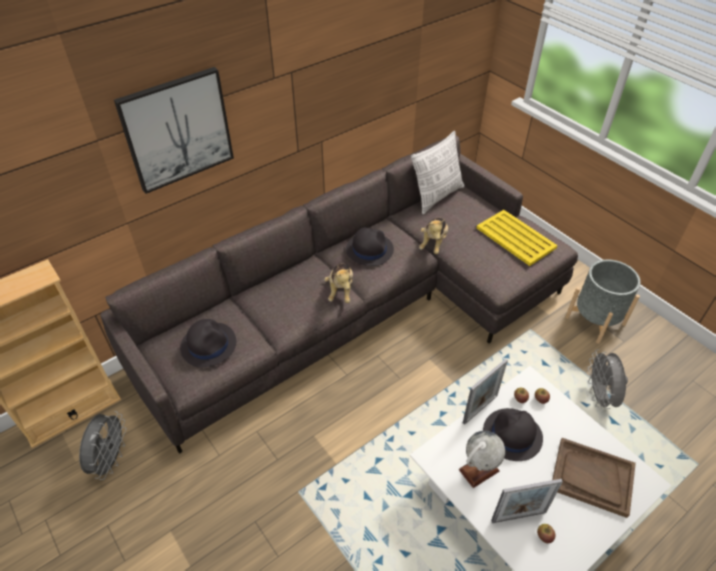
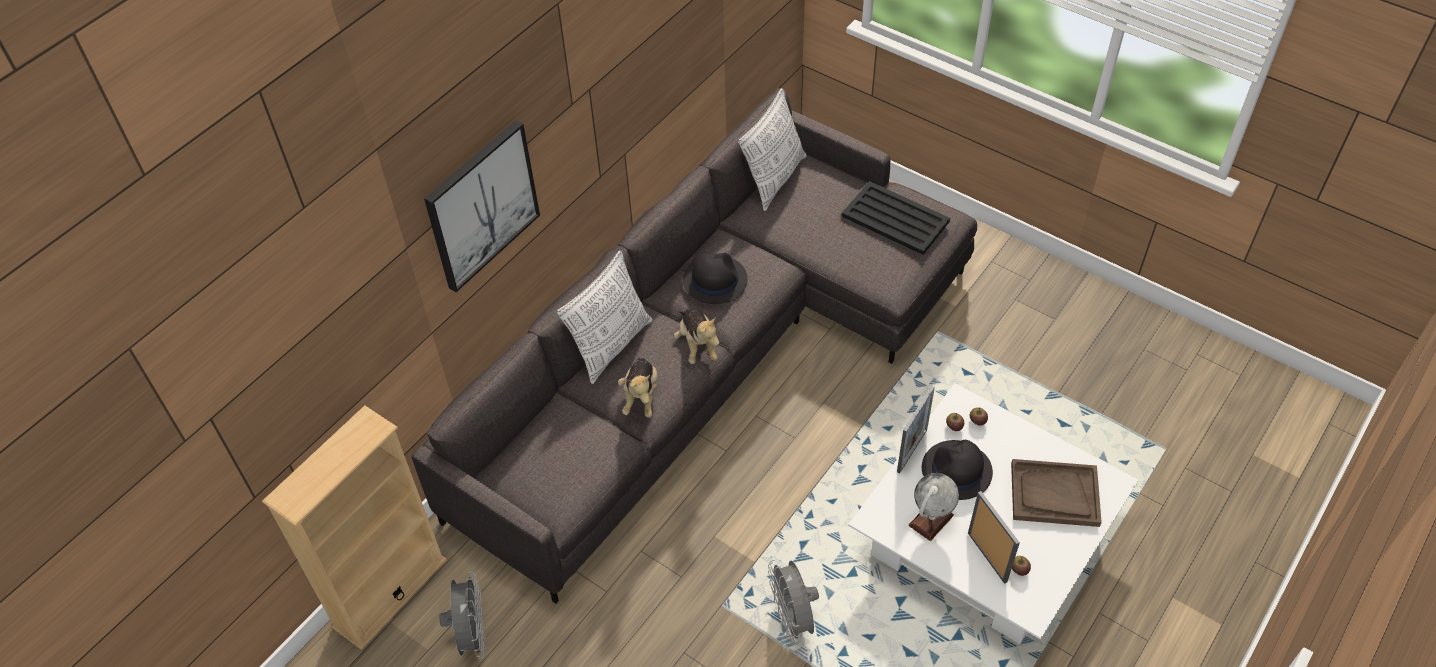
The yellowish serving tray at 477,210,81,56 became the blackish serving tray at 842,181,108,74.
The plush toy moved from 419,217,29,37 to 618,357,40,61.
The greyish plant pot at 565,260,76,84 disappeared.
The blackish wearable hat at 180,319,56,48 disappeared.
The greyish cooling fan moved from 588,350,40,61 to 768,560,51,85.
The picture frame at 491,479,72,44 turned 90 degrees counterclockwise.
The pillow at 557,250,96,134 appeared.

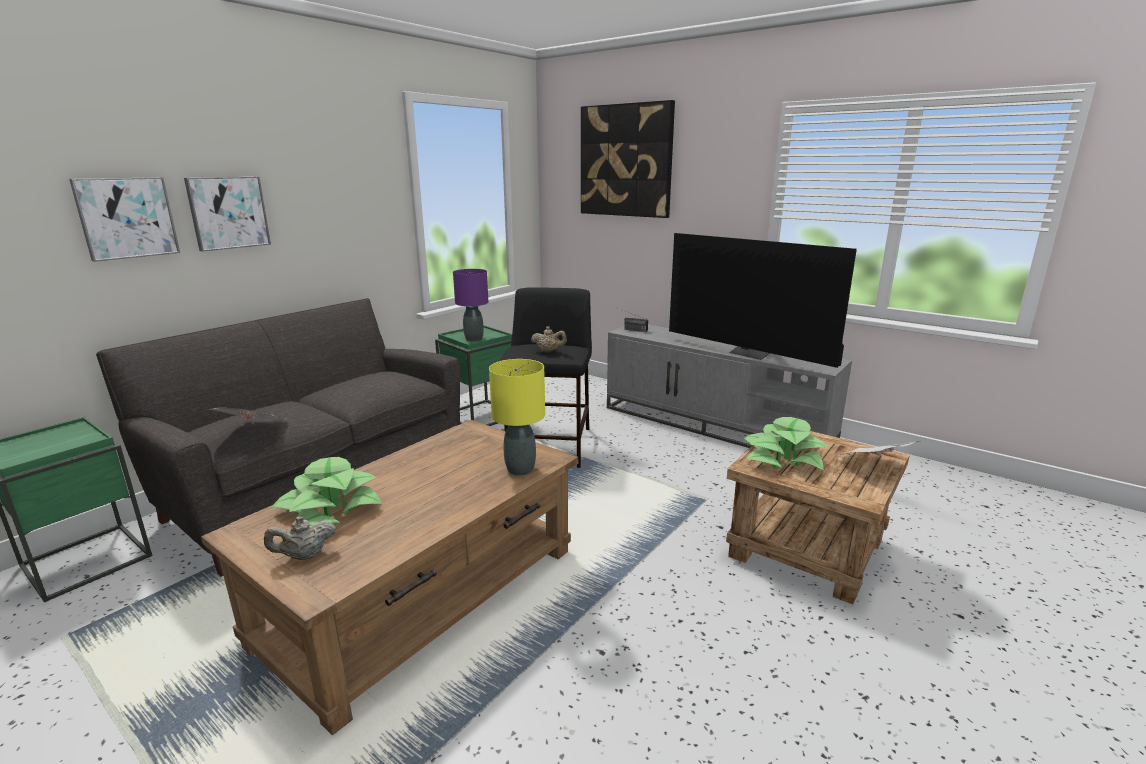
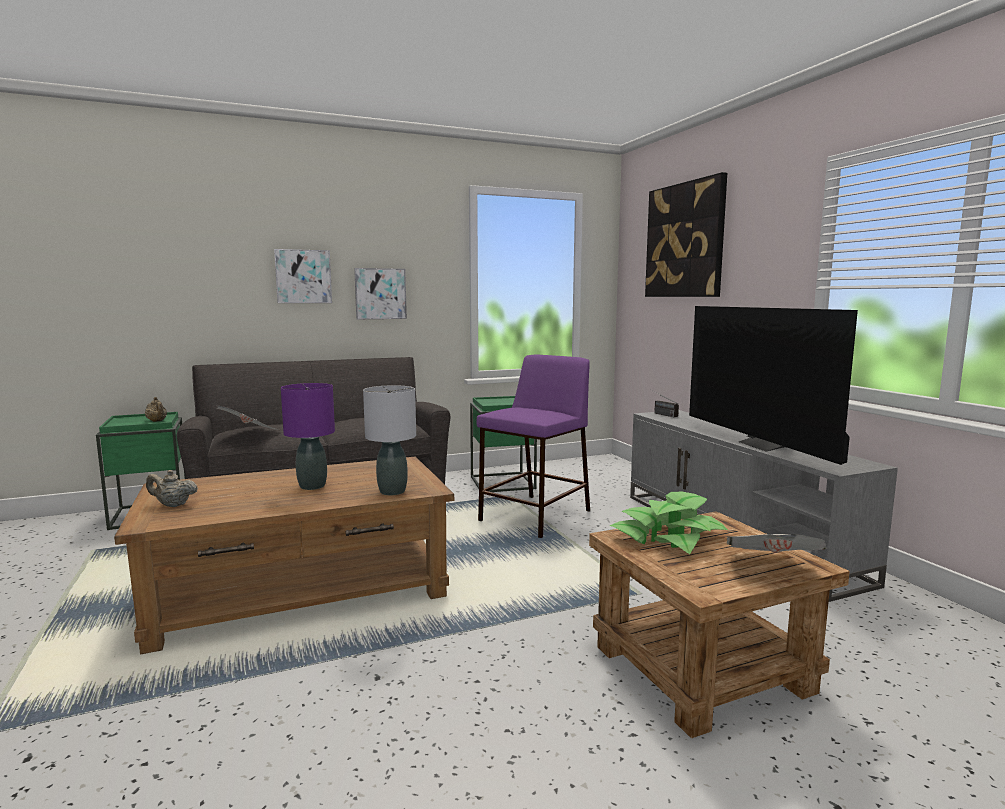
The wall art moved from 69,177,111,85 to 354,268,53,51.
The purplish table lamp moved from 453,269,35,72 to 281,383,54,107.
The blackish stool at 499,287,93,181 became the purplish stool at 477,354,113,184.
The beige tea pot moved from 531,326,36,26 to 145,397,22,25.
The yellowish table lamp at 489,359,56,117 became the greyish table lamp at 363,385,53,110.
The potted plant at 271,457,111,68 disappeared.

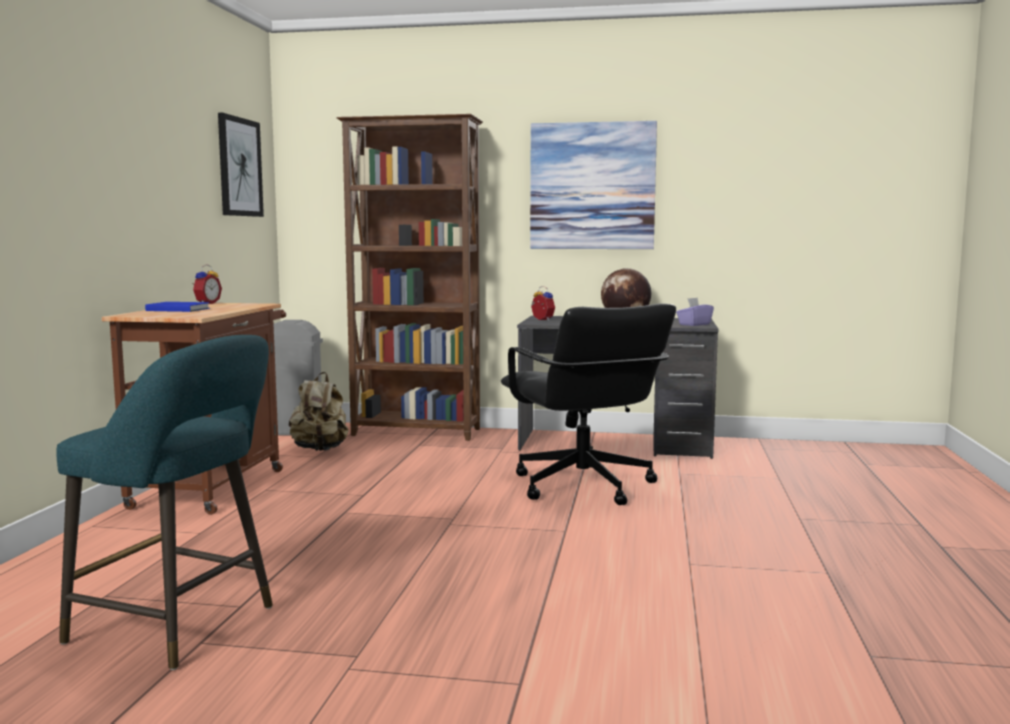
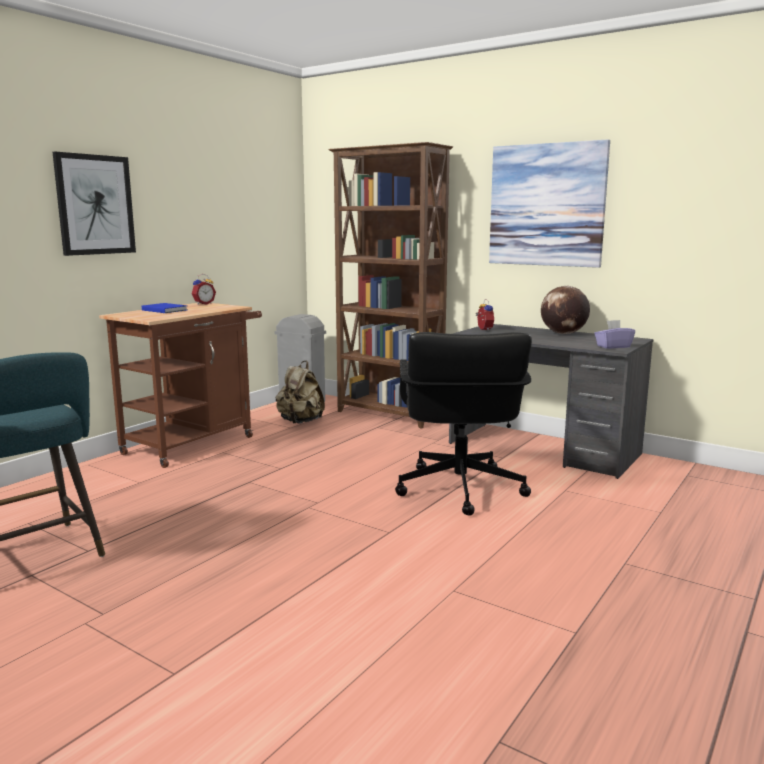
The wall art moved from 218,113,46,104 to 52,152,84,104.

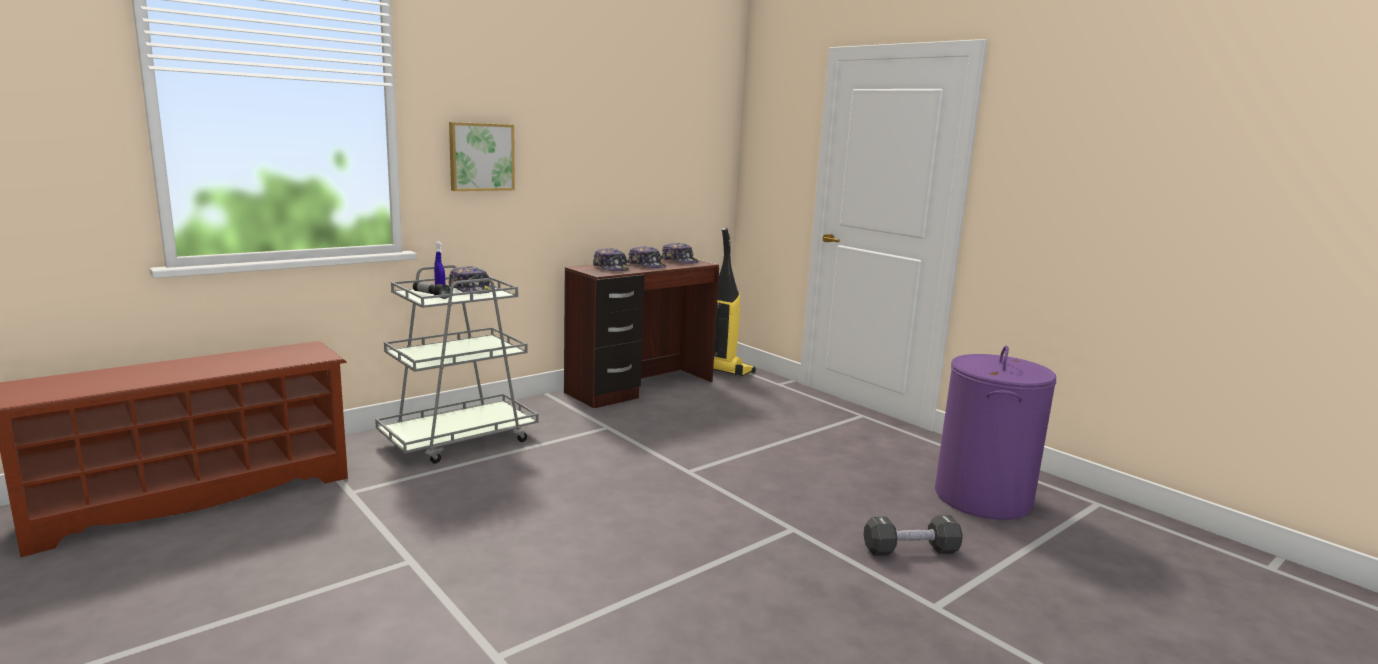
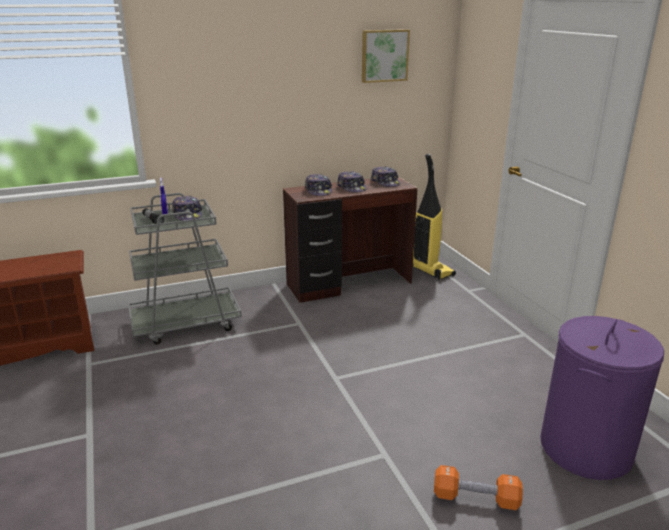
The wall art moved from 449,122,66,69 to 362,29,48,54.
The blackish free weight at 863,515,100,41 became the orangey free weight at 434,465,89,45.

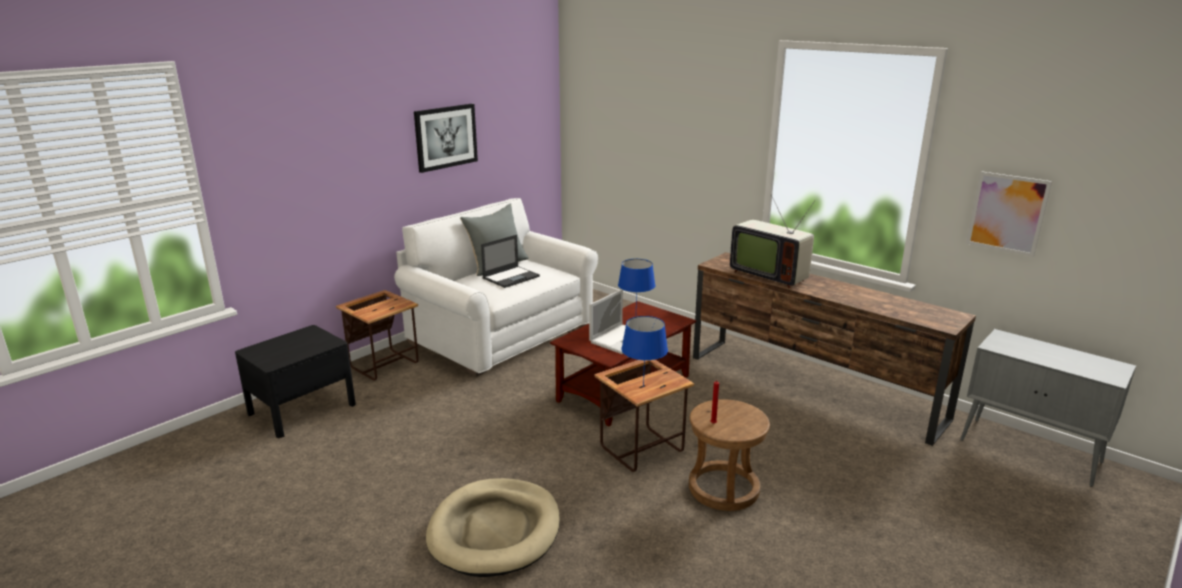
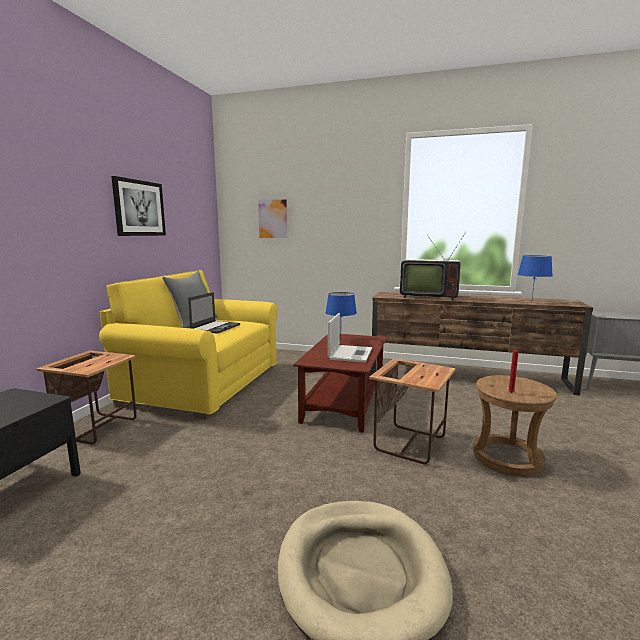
The wall art moved from 966,171,86,86 to 256,197,33,43.
The white-coloured settee at 394,198,204,179 became the yellowish settee at 99,270,179,149.
The blue table lamp moved from 621,316,47,71 to 518,255,35,48.

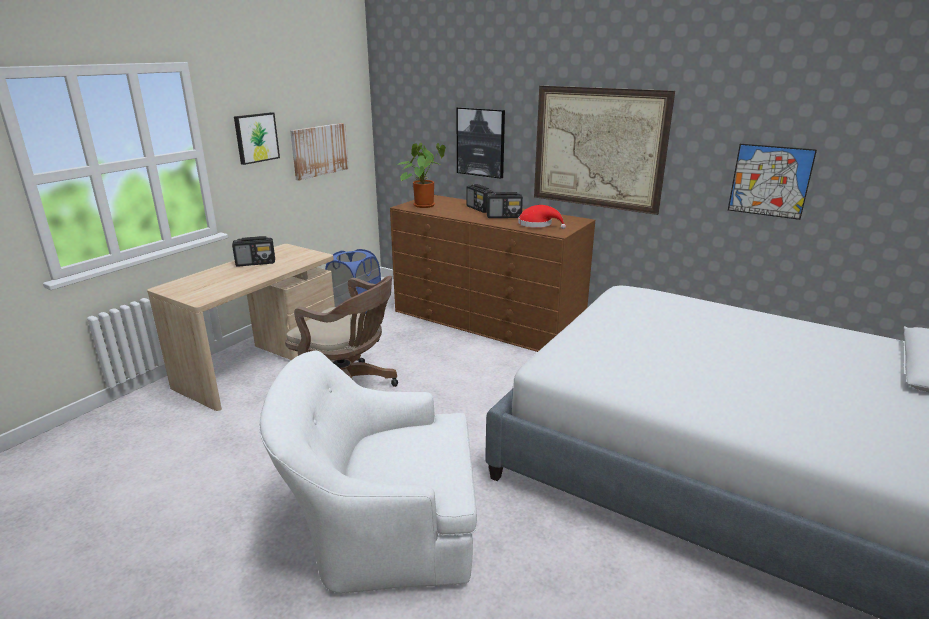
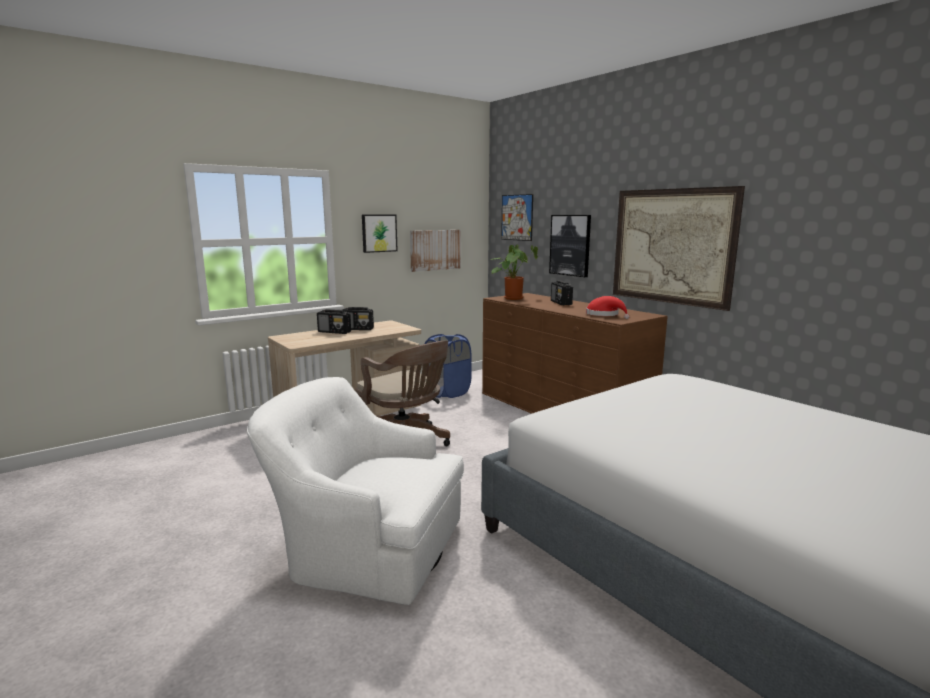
The wall art moved from 728,144,89,76 to 501,194,32,47.
The radio moved from 487,192,36,26 to 317,309,34,25.

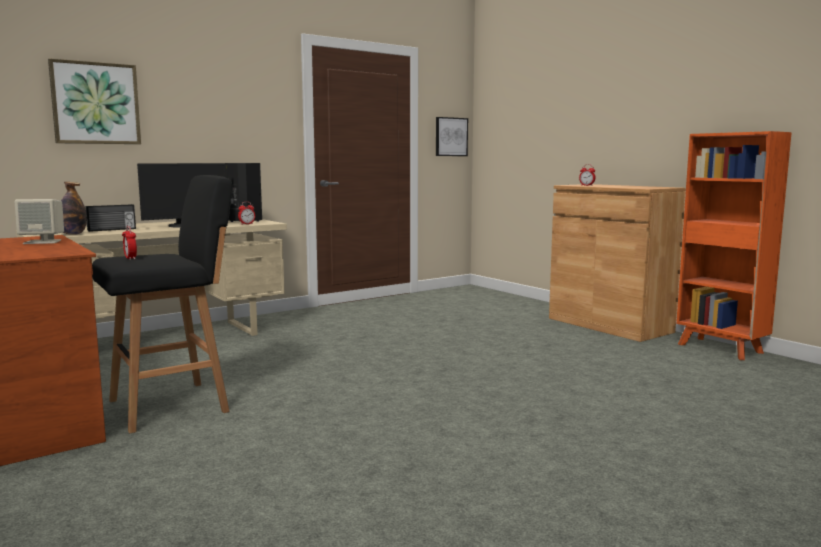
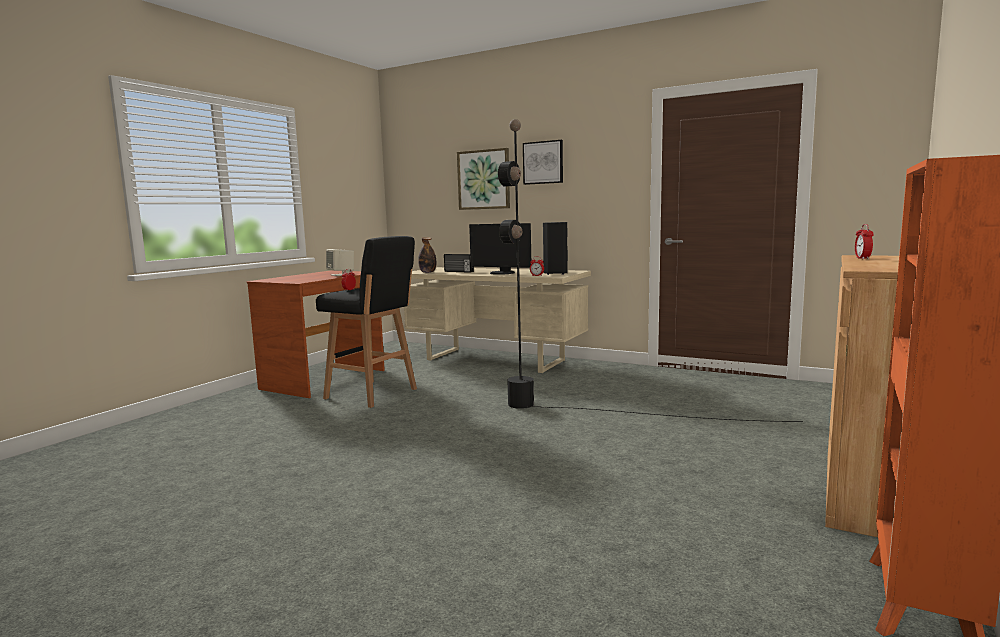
The wall art moved from 436,117,32,39 to 523,140,40,45.
The blackish floor lamp at 498,119,305,303 appeared.

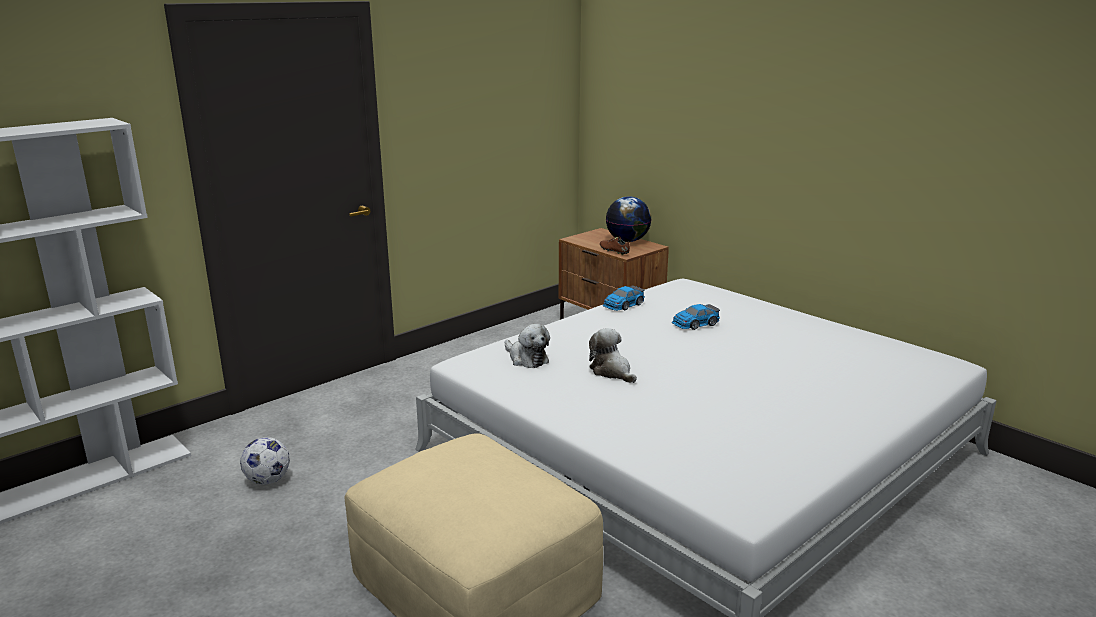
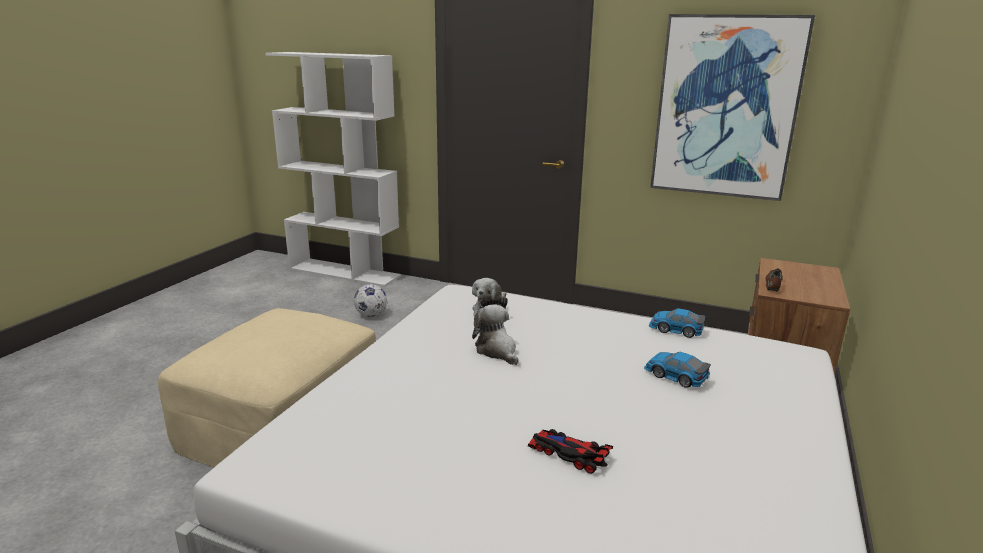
The globe at 606,196,46,46 disappeared.
The plush toy at 589,328,48,55 turned 60 degrees counterclockwise.
The wall art at 650,14,165,187 appeared.
The miniature car at 528,429,85,45 appeared.

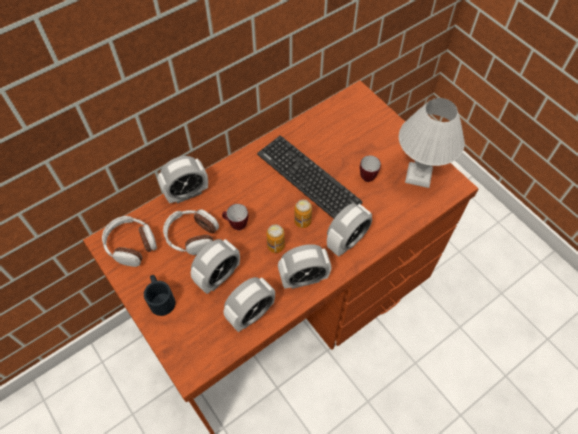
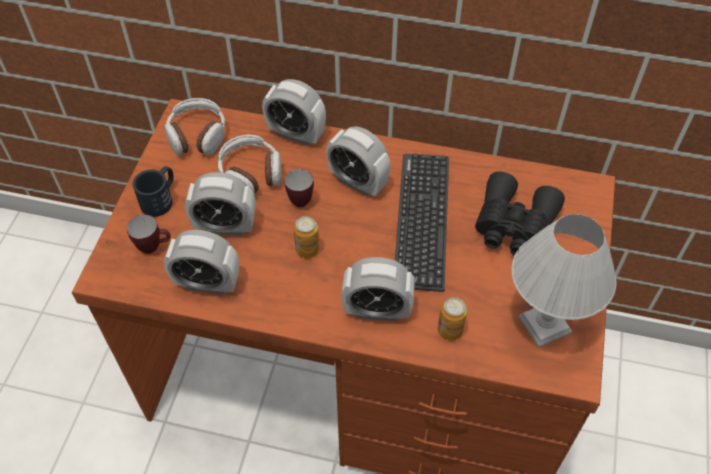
The mug moved from 360,155,21,27 to 127,215,43,39.
The metal can moved from 294,199,18,29 to 438,297,29,43.
The table clock moved from 278,244,54,45 to 326,126,64,71.
The blackish pair of binoculars at 475,171,90,85 appeared.

